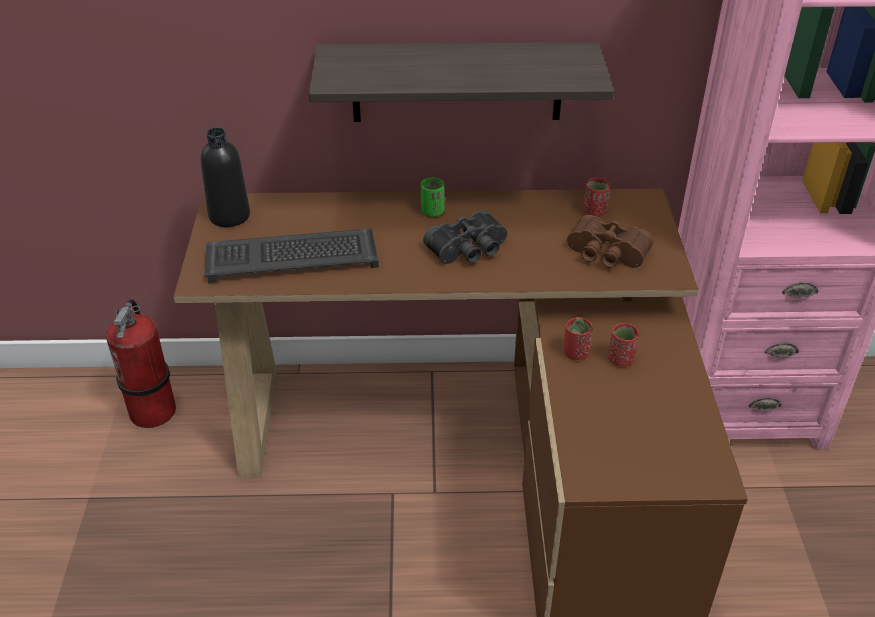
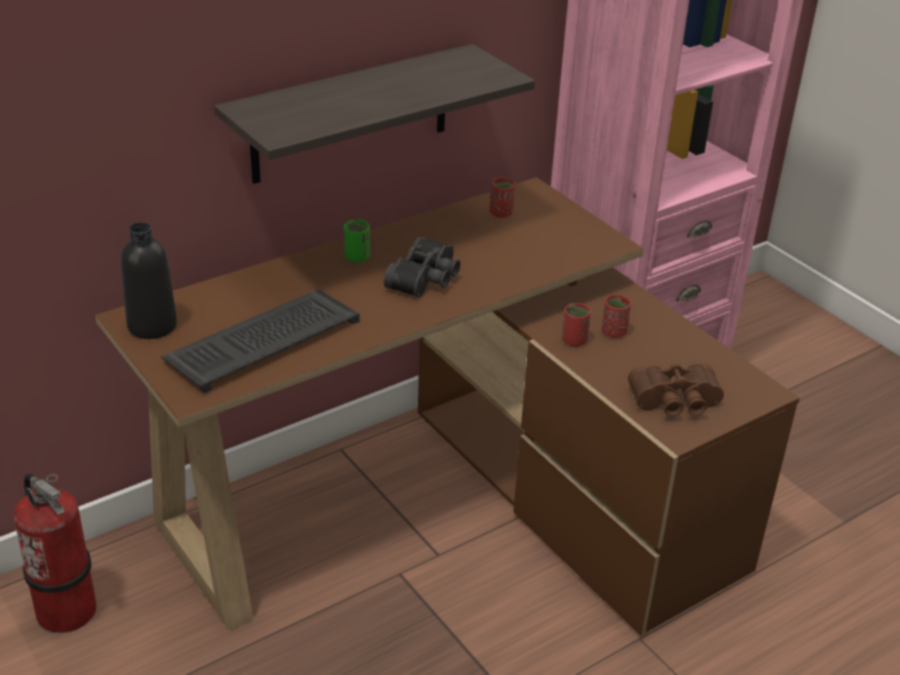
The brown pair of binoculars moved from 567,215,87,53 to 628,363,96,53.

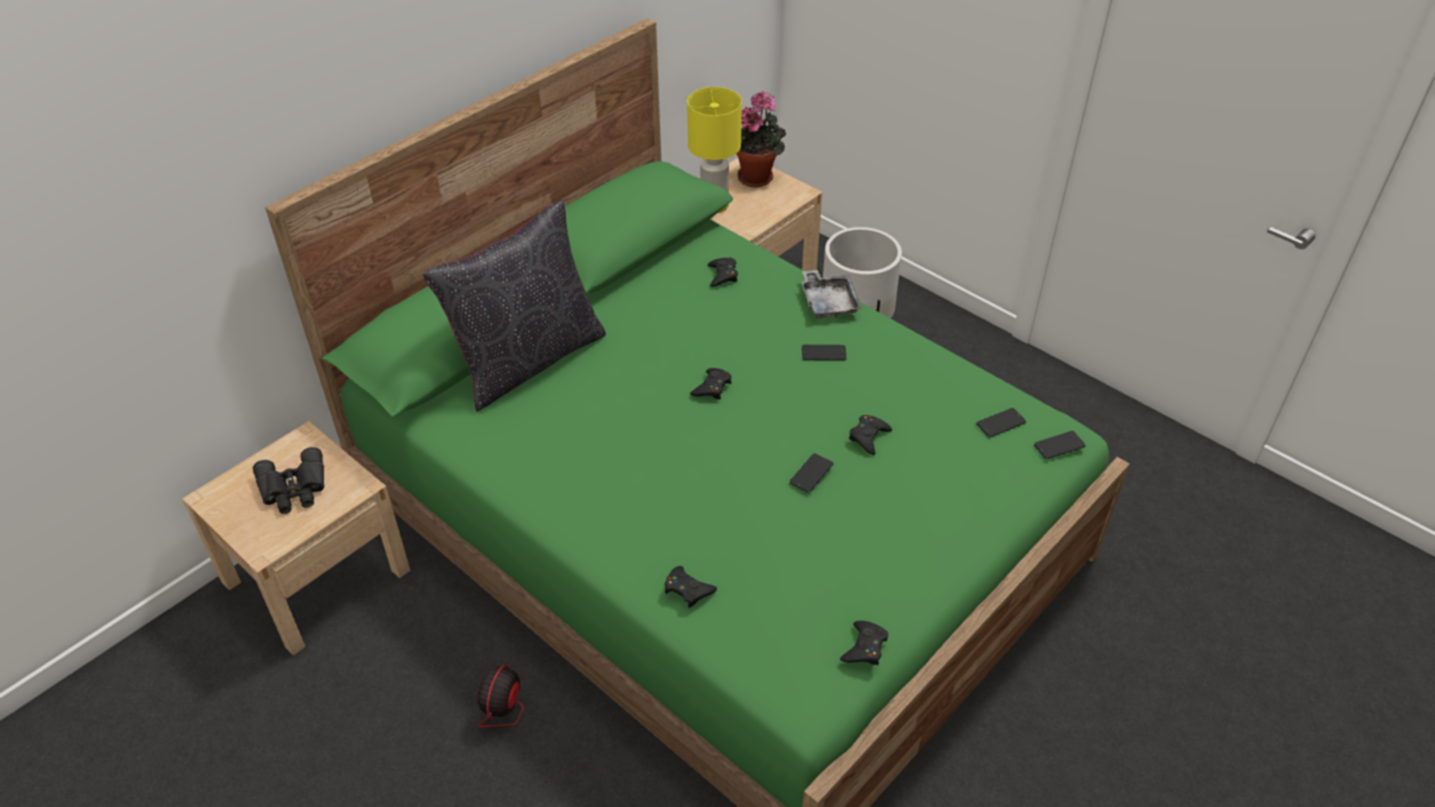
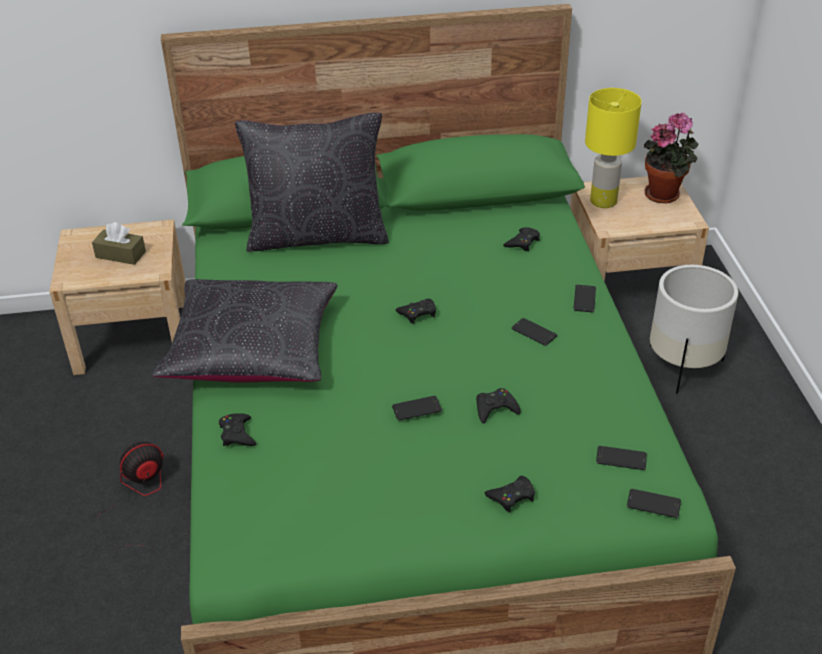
The greyish serving tray at 801,270,61,49 was replaced by the telephone at 573,285,23,27.
The blackish pair of binoculars at 253,447,72,67 was replaced by the brown tissue box at 92,222,54,43.
The blackish game controller moved from 840,621,48,44 to 485,476,50,36.
The blackish pillow at 152,279,185,103 appeared.

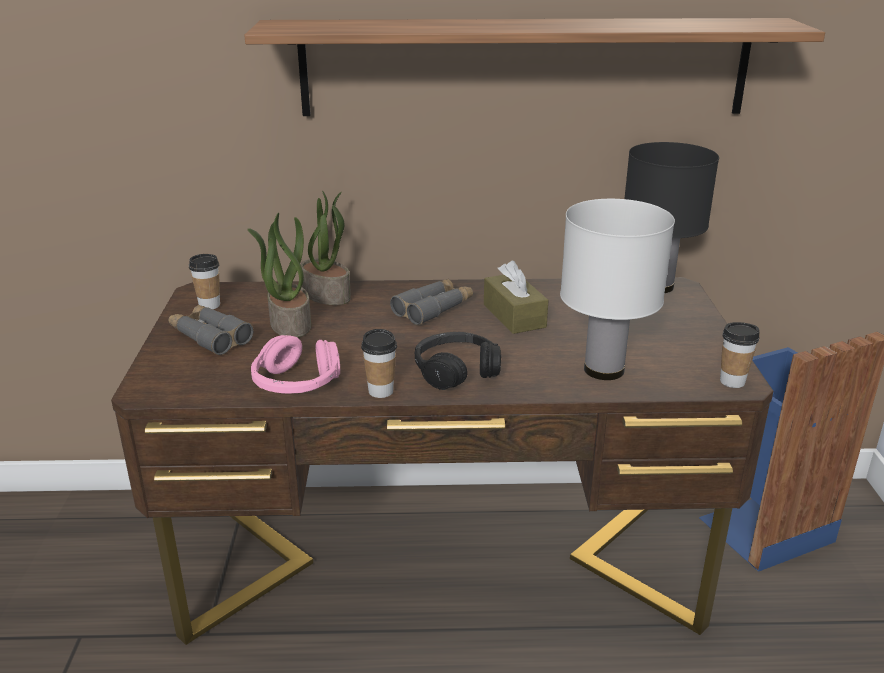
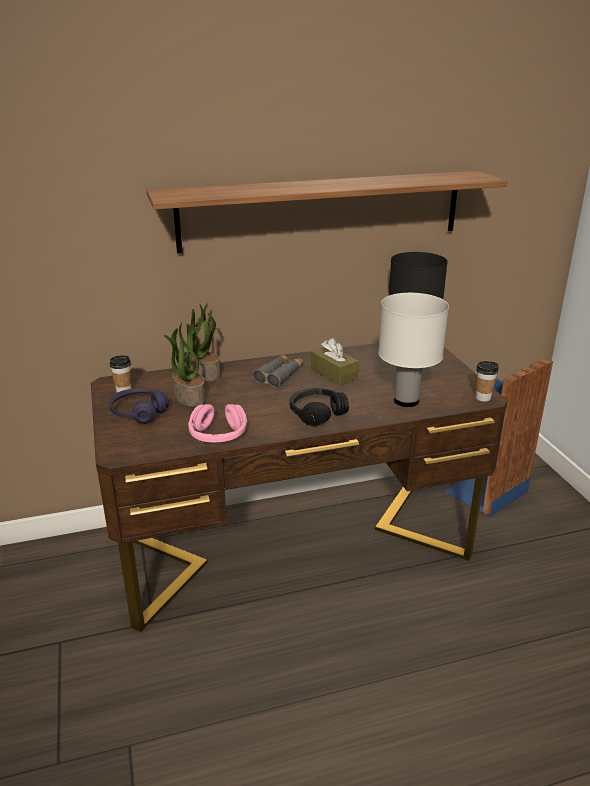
The greyish pair of binoculars at 168,305,85,50 was replaced by the purplish pair of headphones at 109,389,60,35.
The small cup at 361,329,36,69 disappeared.

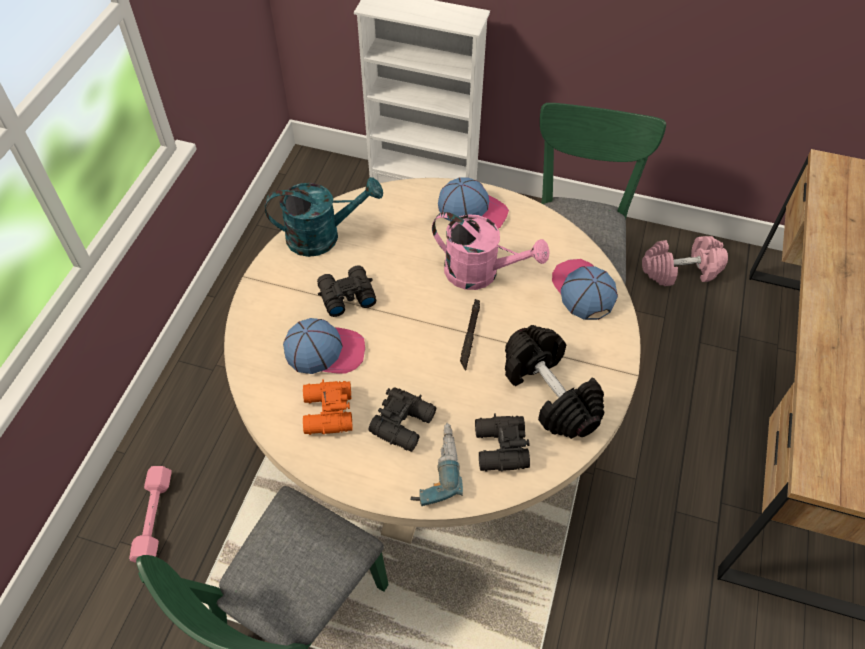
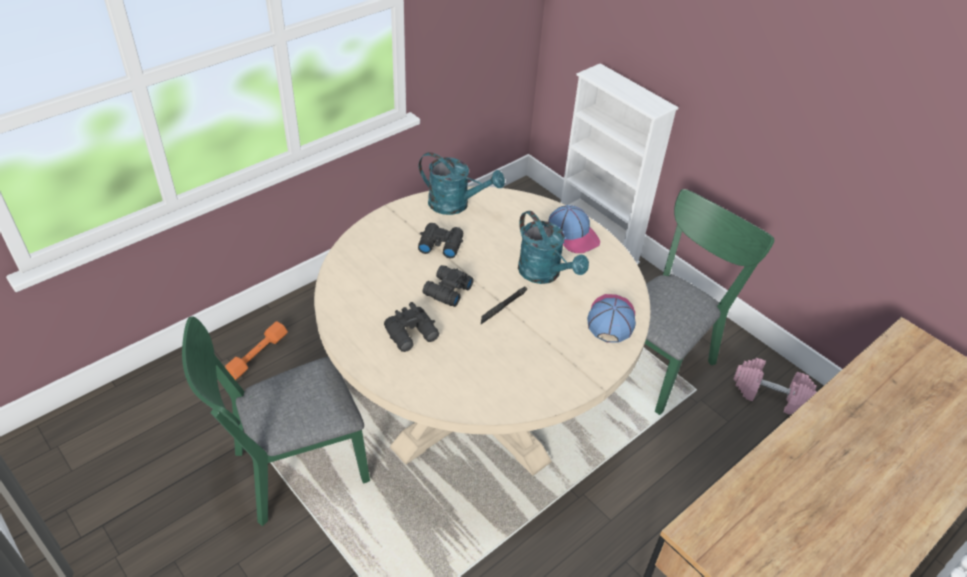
The pink-coloured watering pot at 432,212,118,78 became the turquoise-coloured watering pot at 518,211,71,73.
The peaked cap at 283,318,82,56 disappeared.
The blackish free weight at 505,325,99,114 disappeared.
The orangey pair of binoculars at 303,379,50,56 disappeared.
The blackish pair of binoculars moved from 475,413,55,59 to 423,265,51,42.
The power drill at 411,423,52,83 disappeared.
The pink-coloured free weight at 129,466,43,97 became the orangey free weight at 225,321,63,59.

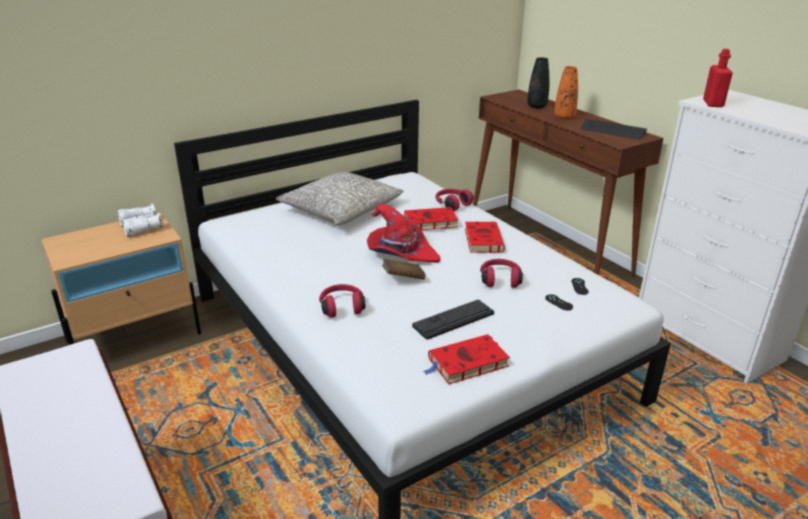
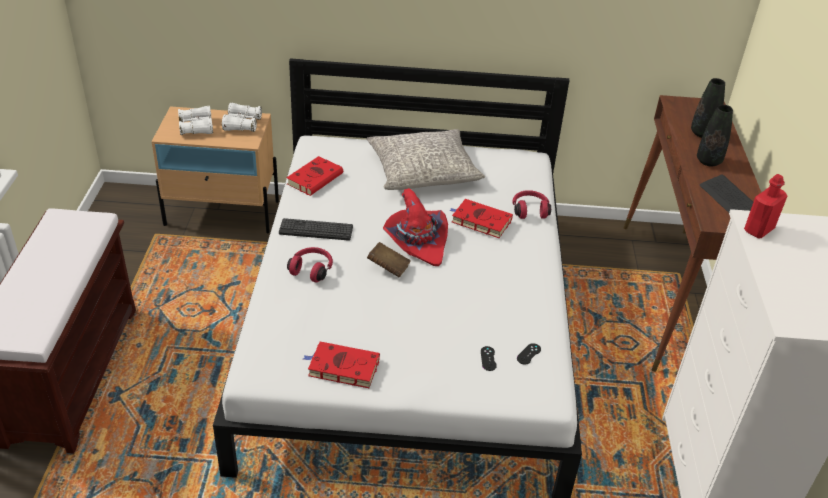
The orangey flower vase at 554,66,24,54 became the blackish flower vase at 697,105,36,62.
The reddish volume moved from 465,222,40,31 to 286,156,57,40.
The reddish pair of headphones at 480,259,43,29 disappeared.
The keyboard moved from 412,299,82,41 to 279,218,74,23.
The white-coloured pair of binoculars at 178,106,35,29 appeared.

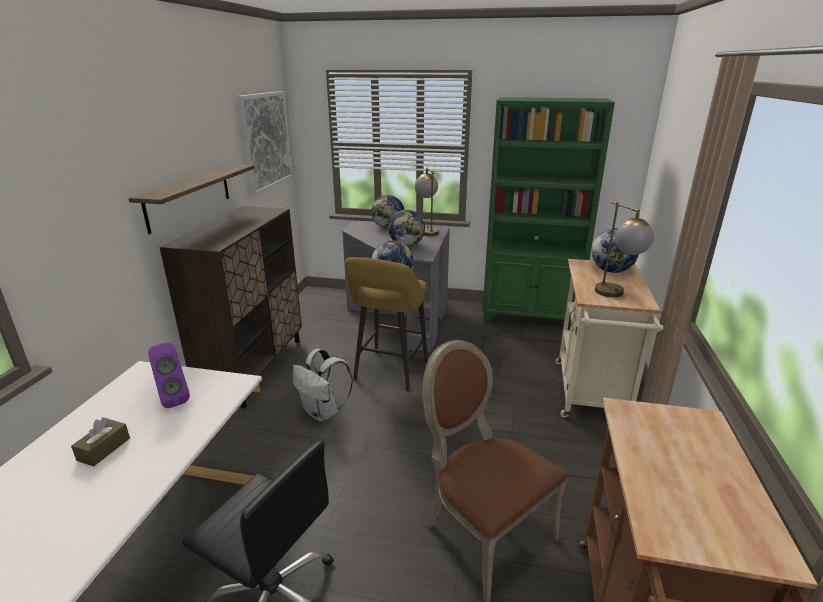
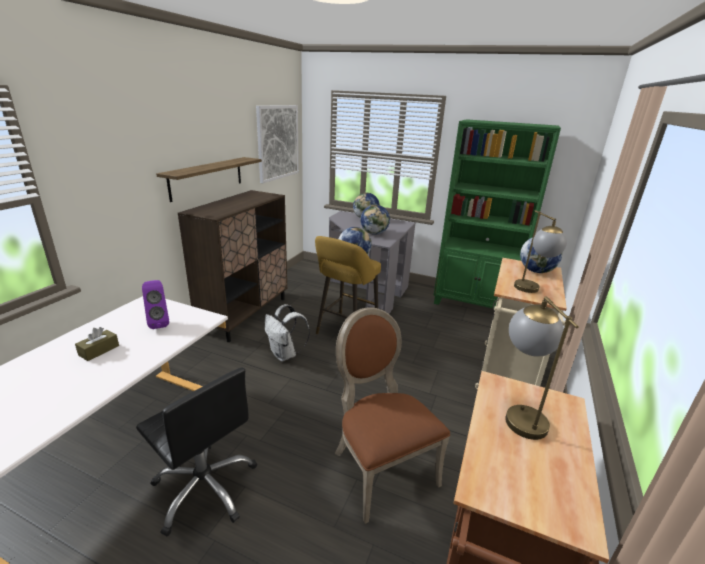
The table lamp moved from 415,168,24,68 to 505,296,74,144.

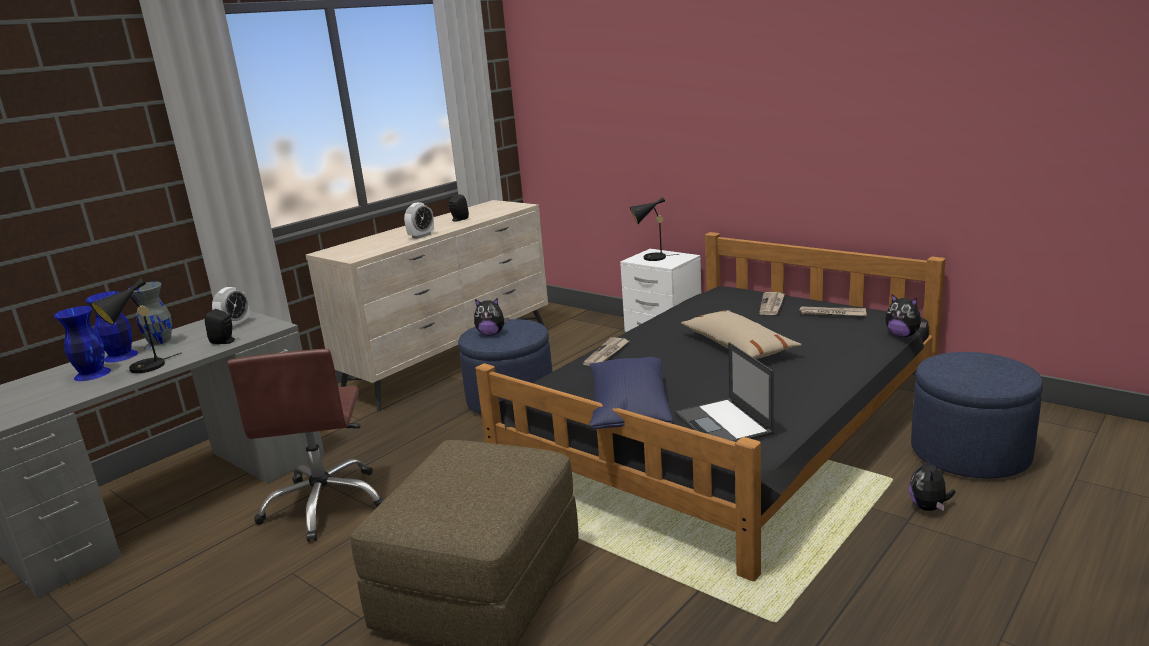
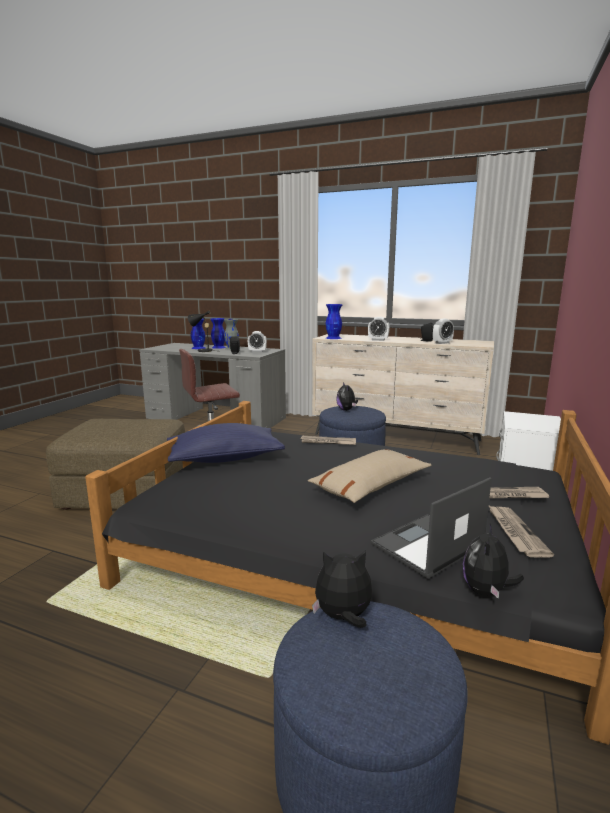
The blackish table lamp at 630,197,49,64 disappeared.
The laptop moved from 675,342,99,100 to 371,477,121,102.
The plush toy moved from 909,456,46,55 to 312,550,60,78.
The blue flower vase at 325,304,17,35 appeared.
The table clock at 433,319,21,25 appeared.

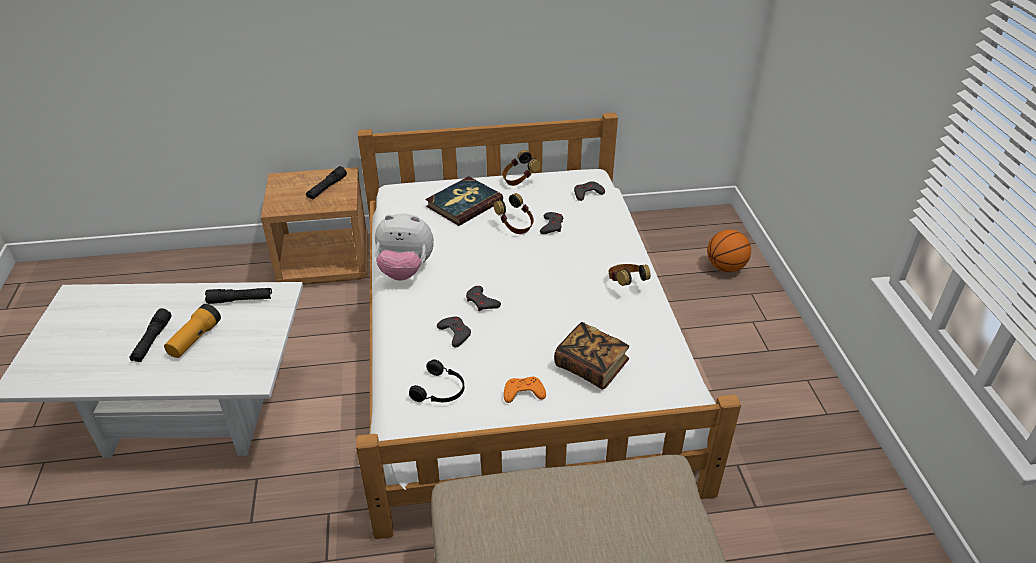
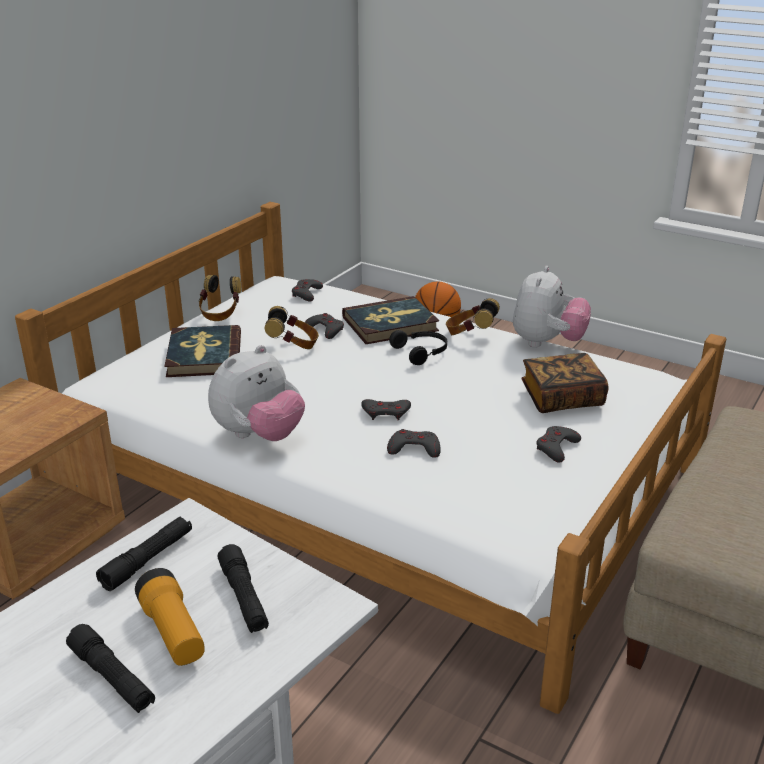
The blackish hand torch moved from 306,166,41,33 to 218,544,51,89.
The blackish pair of headphones moved from 409,360,55,42 to 389,330,58,35.
The orangey game controller at 504,377,42,26 became the greyish game controller at 536,426,45,37.
The plush toy at 513,266,78,82 appeared.
The volume at 342,296,97,48 appeared.

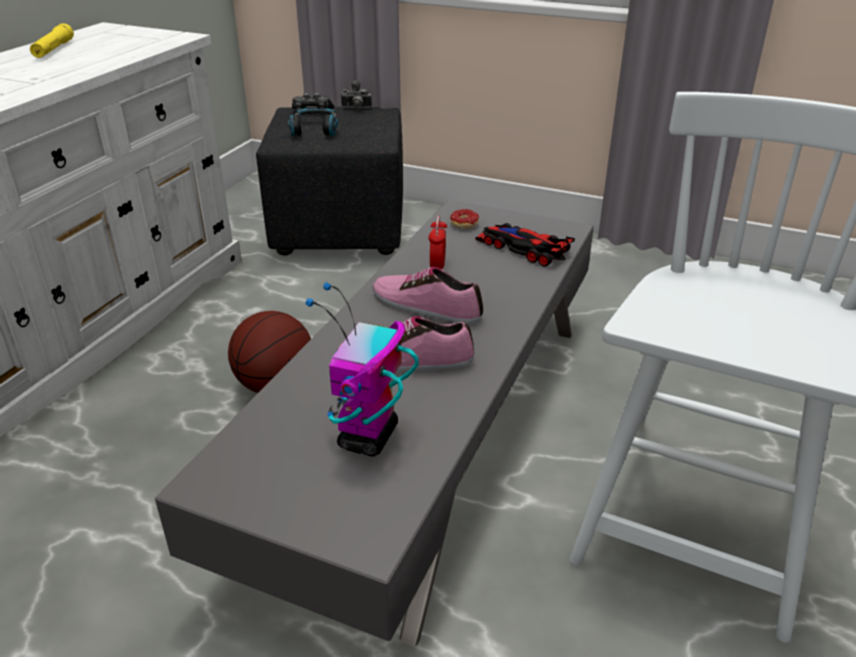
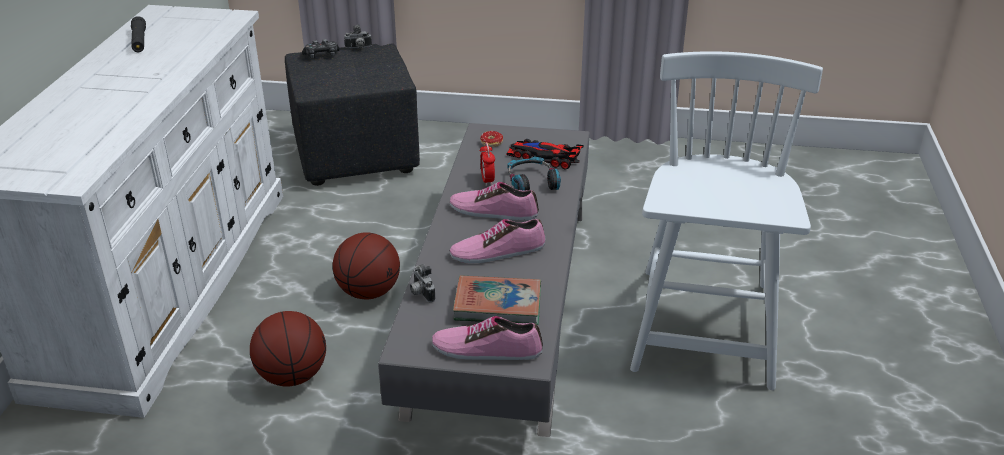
The yellowish hand torch at 30,23,44,35 became the blackish hand torch at 131,16,15,36.
The pair of headphones moved from 288,108,50,29 to 508,157,53,33.
The robot figure at 306,282,113,174 was replaced by the volume at 453,275,88,50.
The photo camera at 410,264,26,38 appeared.
The basketball at 250,311,76,75 appeared.
The low shoe at 432,316,111,44 appeared.

